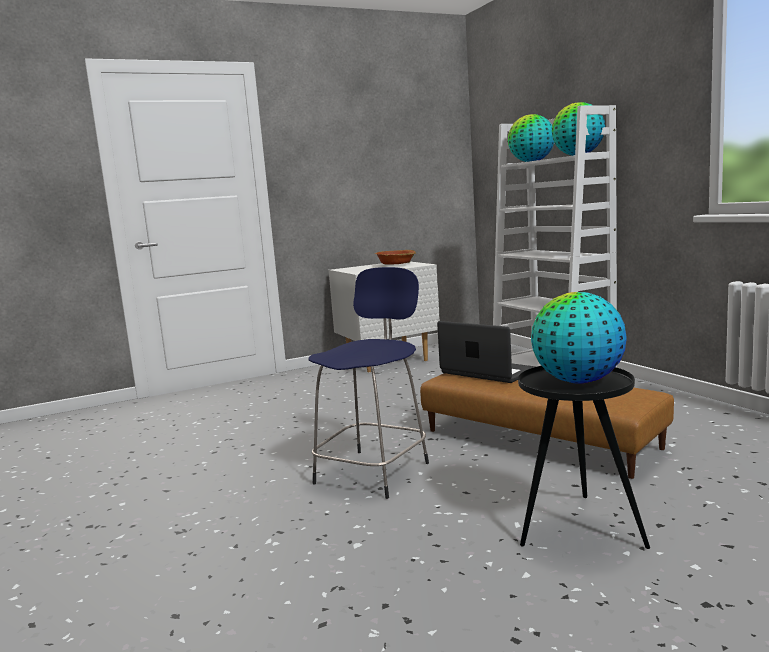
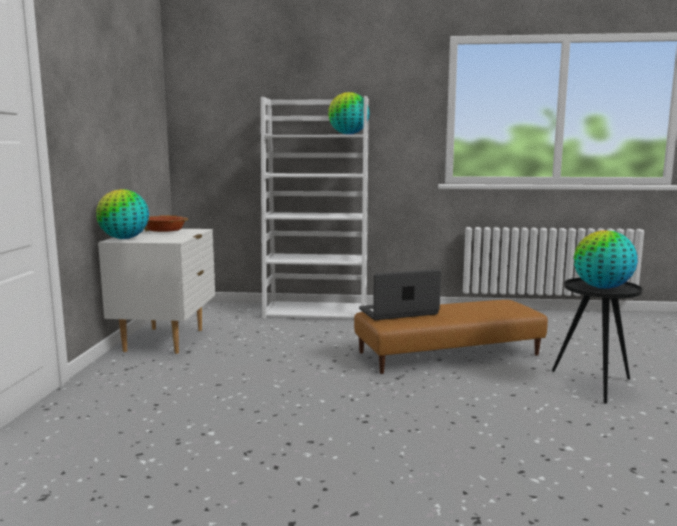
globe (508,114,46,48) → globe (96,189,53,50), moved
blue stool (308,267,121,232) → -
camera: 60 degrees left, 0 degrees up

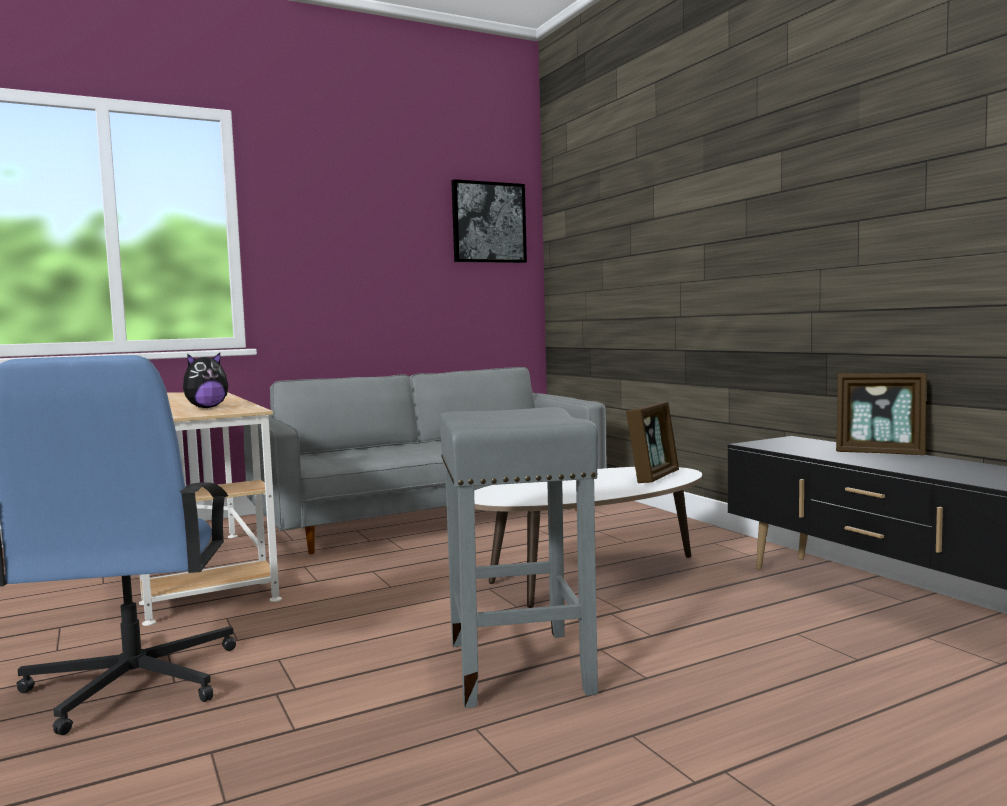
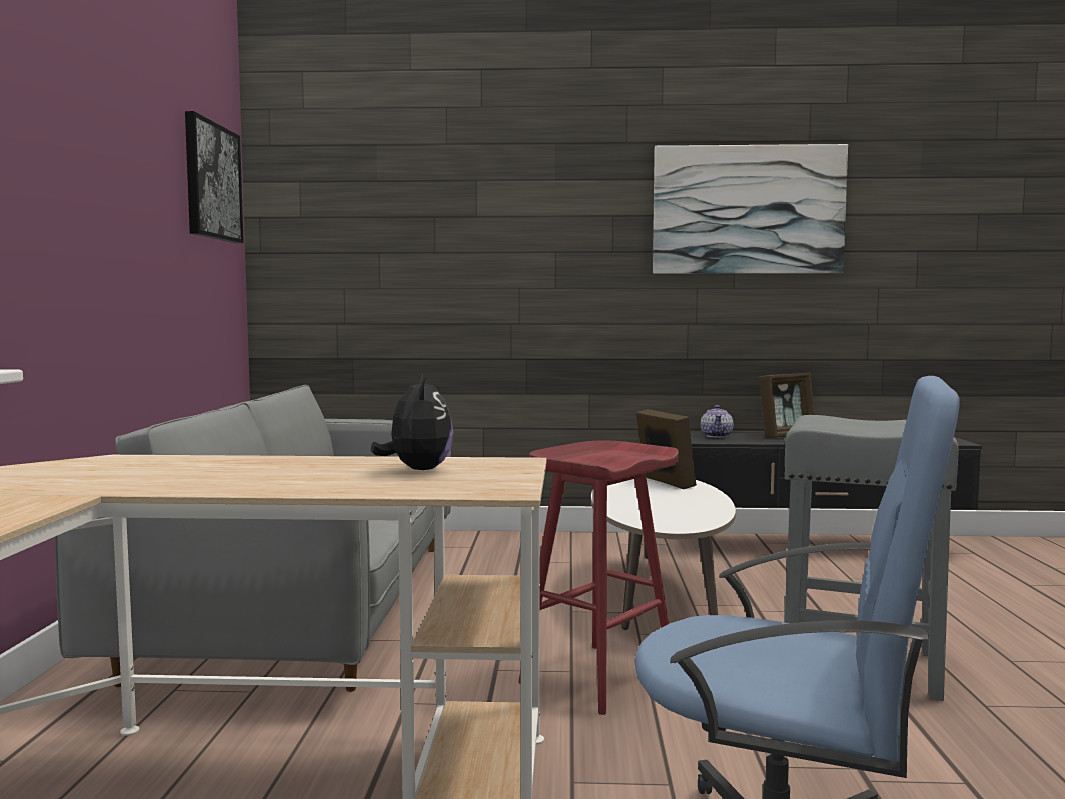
- → picture (653,144,195,130)
- → teapot (701,405,32,33)
- → red stool (518,440,161,275)
camera: 60 degrees left, 0 degrees up

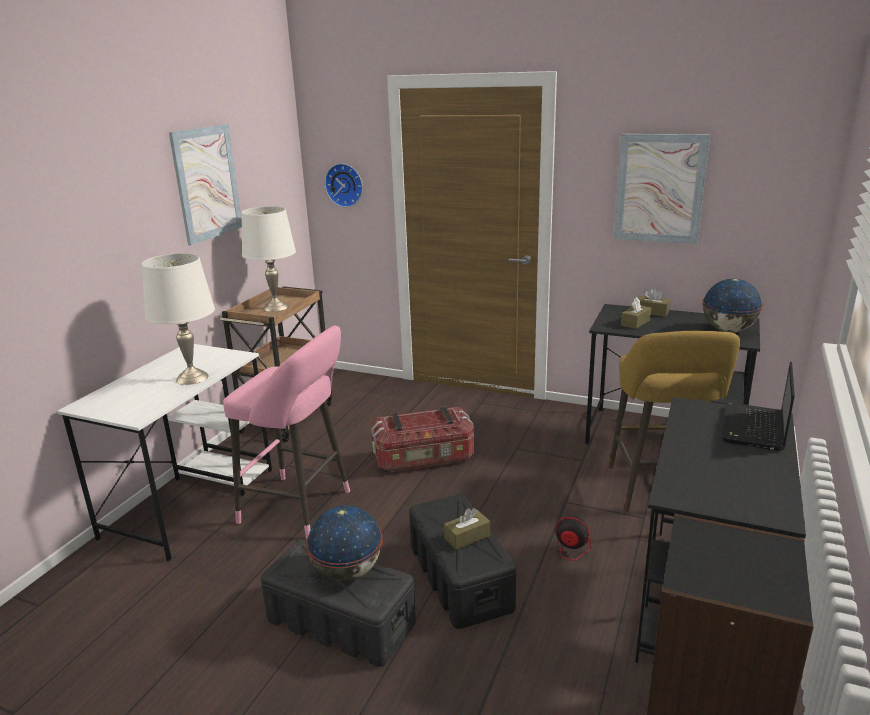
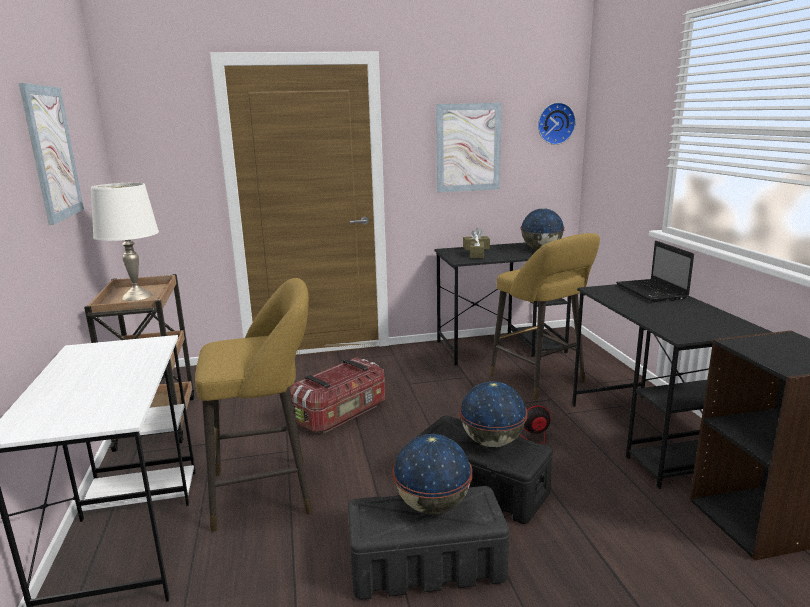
wall clock (325,163,38,44) → wall clock (538,102,38,43), moved
white table lamp (142,253,73,132) → -
pink stool (223,326,127,213) → yellow stool (195,278,117,254)
brown tissue box (444,508,46,42) → globe (459,381,69,66)
camera: 35 degrees left, 5 degrees down

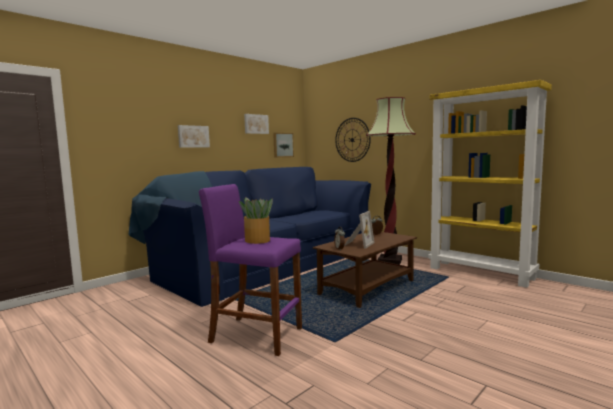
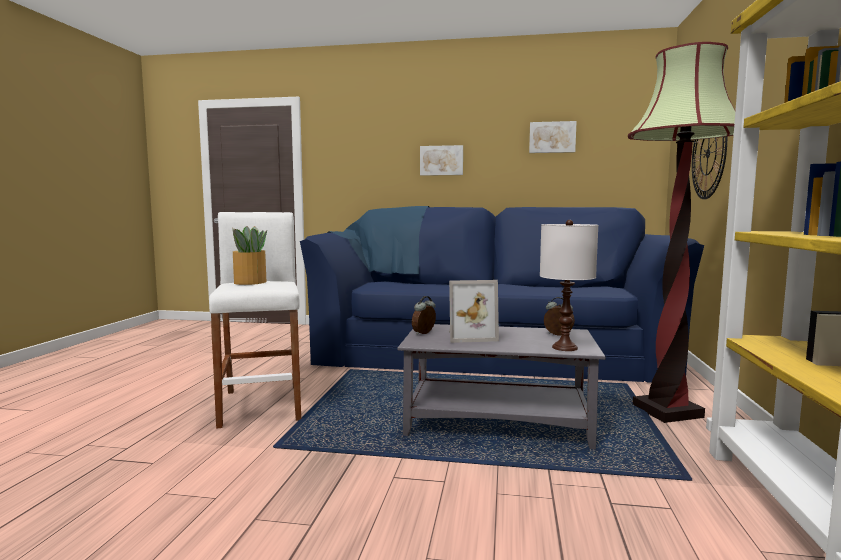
picture (273,133,21,25) → -
purple stool (199,184,103,172) → white stool (209,212,92,217)
brown coffee table (313,232,104,76) → grey coffee table (398,324,208,125)
- → white table lamp (540,220,58,131)
camera: 55 degrees right, 0 degrees up

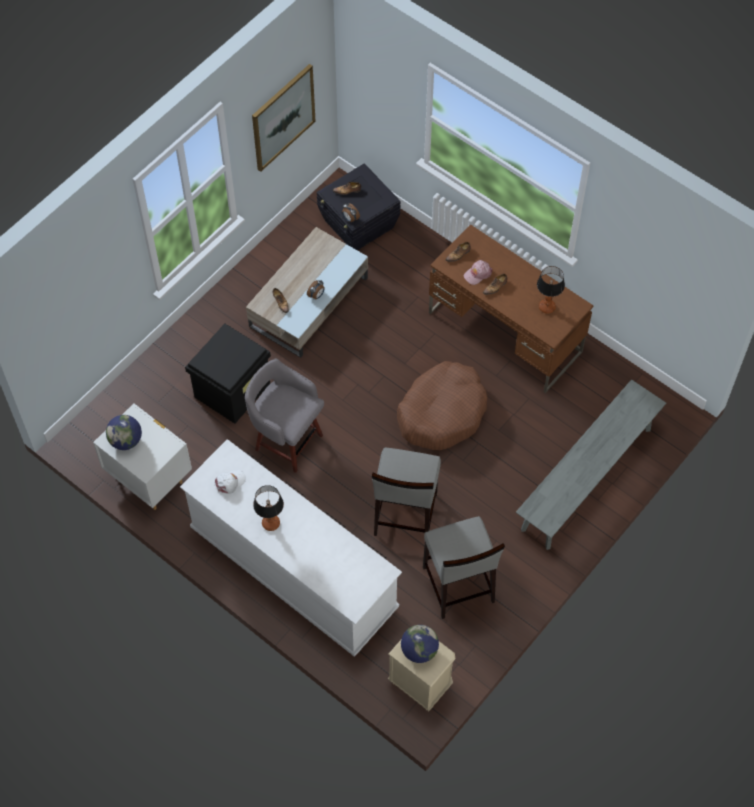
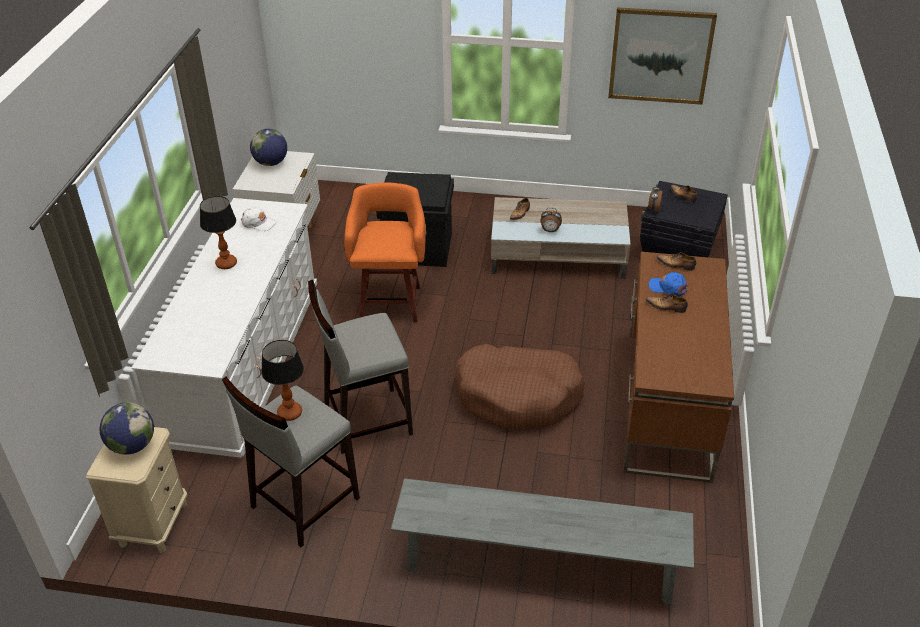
pink cap (464,260,28,25) → blue cap (649,272,39,25)
table lamp (537,266,28,48) → table lamp (261,340,43,81), moved
grey stool (245,359,79,114) → orange stool (344,183,82,139)
camera: 60 degrees right, 20 degrees down

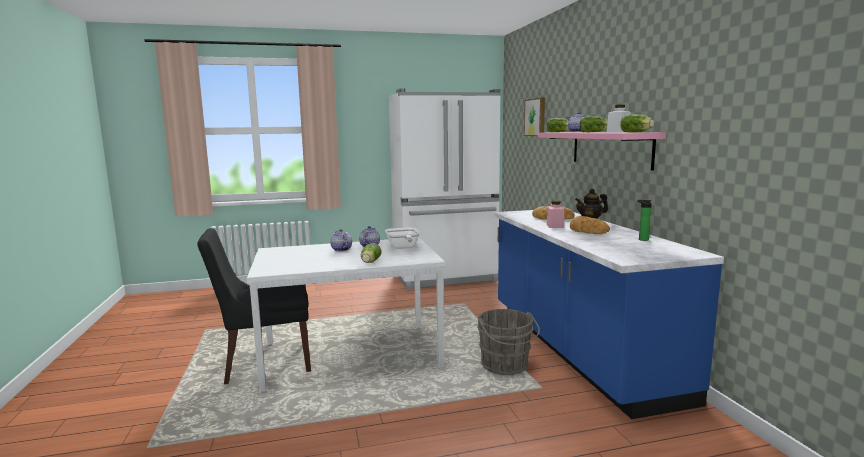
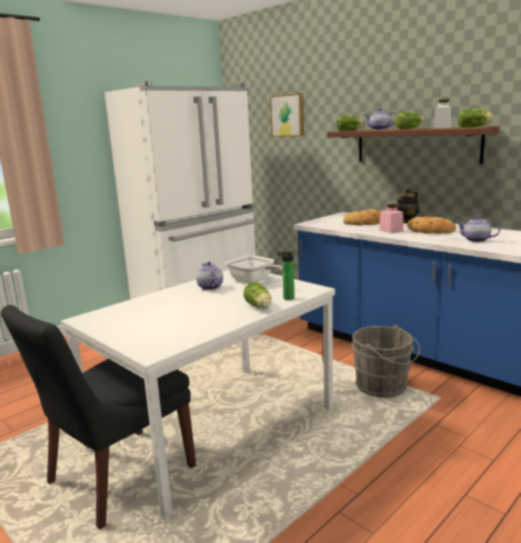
pink shelf (538,132,128,38) → brown shelf (327,126,173,38)
bottle (637,200,15,41) → bottle (277,251,18,49), moved
teapot (330,229,22,22) → teapot (456,216,44,26), moved
camera: 30 degrees left, 5 degrees up

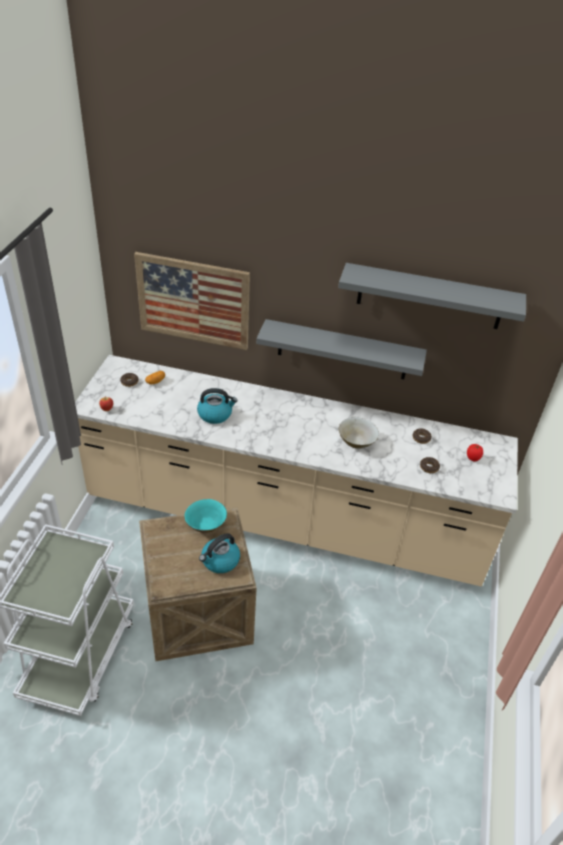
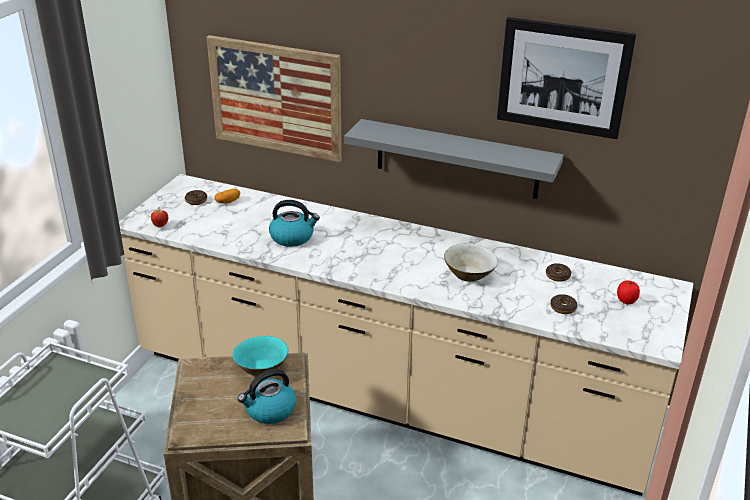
grey shelf (338,263,188,66) → picture (497,17,139,122)
camera: 10 degrees right, 10 degrees down

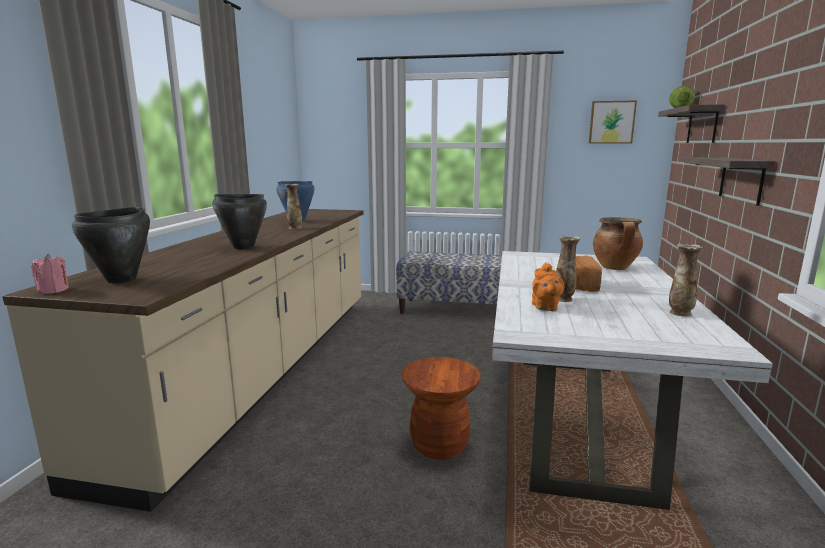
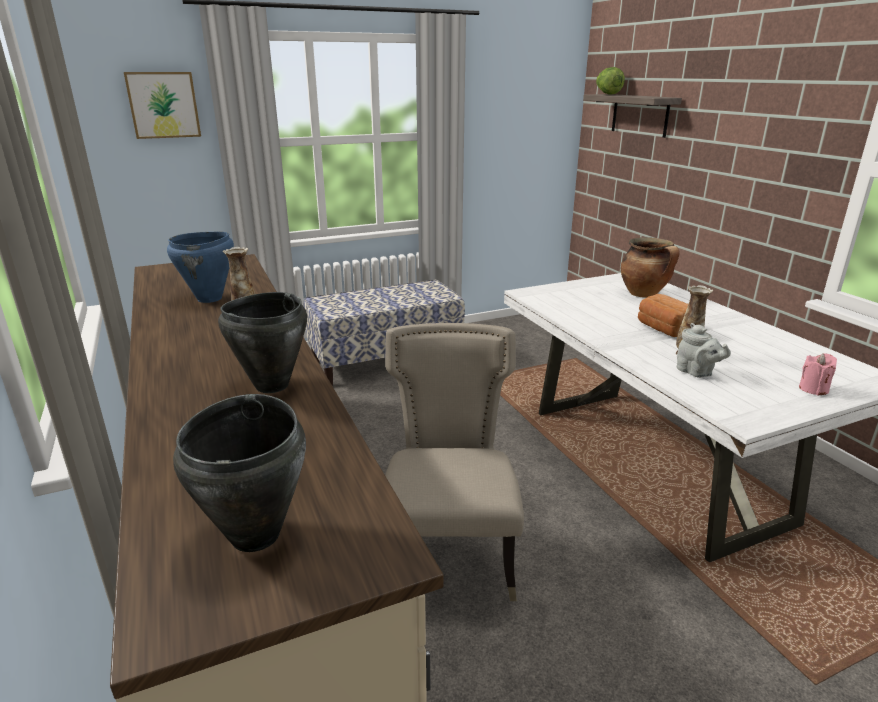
picture (589,100,48,44) → picture (124,72,77,67), moved
shelf (684,157,92,49) → -
vase (669,244,34,73) → -
pink candle (31,253,38,41) → pink candle (799,354,38,42), moved
orange teapot (532,262,32,49) → grey teapot (677,323,54,55)
brown stool (401,357,80,103) → -
- → beige chair (385,323,139,278)
camera: 35 degrees left, 10 degrees up

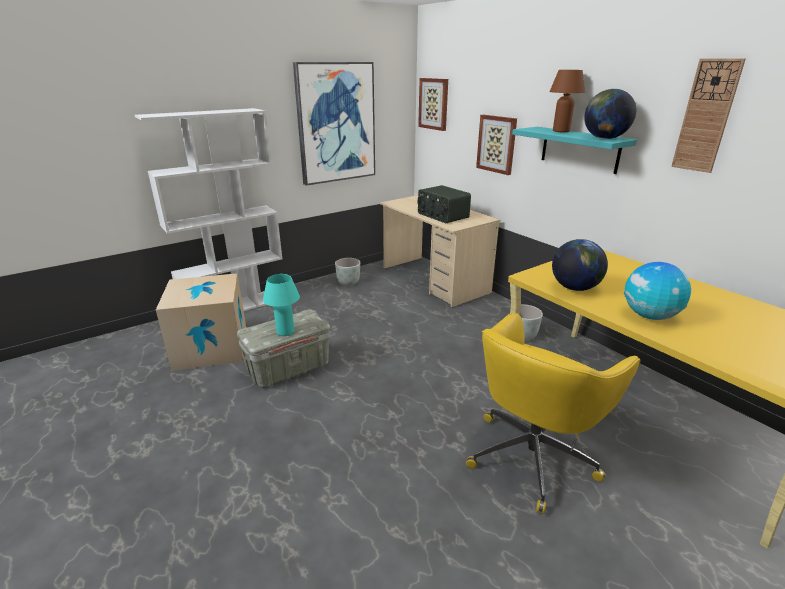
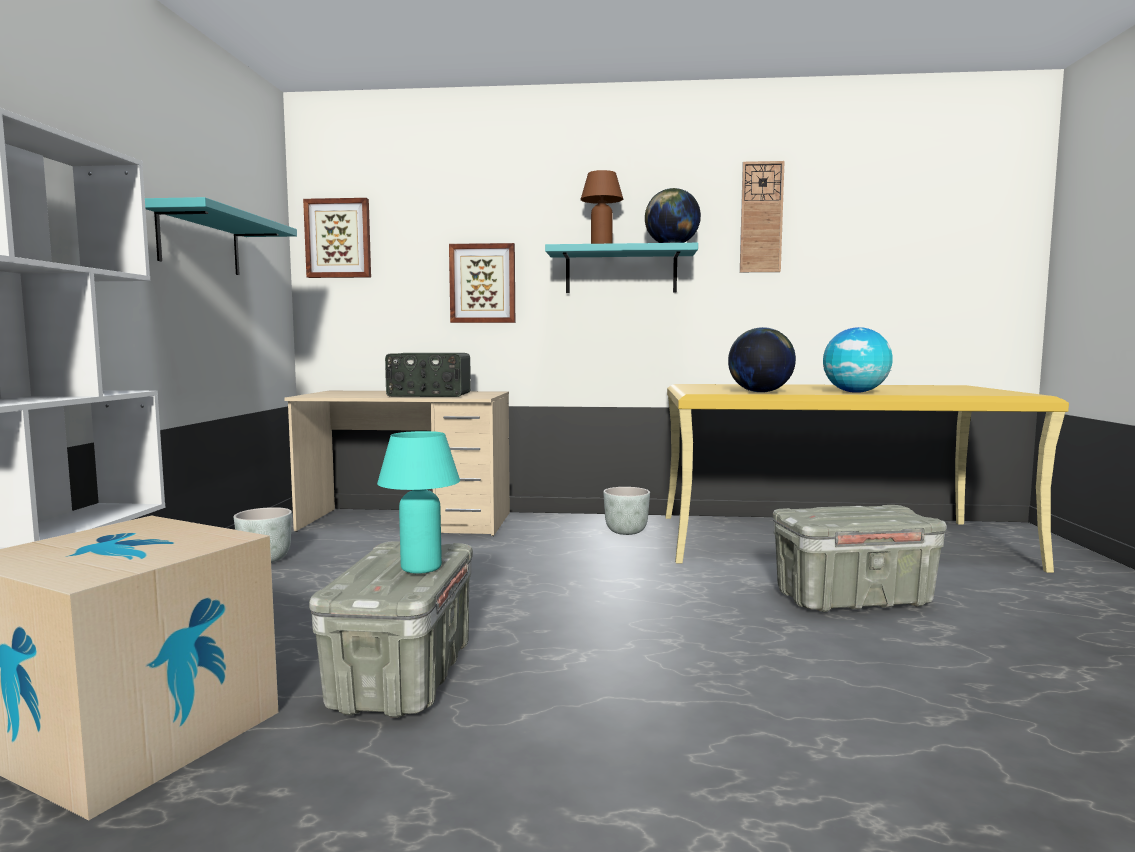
picture (293,62,82,124) → turquoise shelf (145,197,152,78)
yellow office chair (466,313,175,201) → grey storage box (773,505,174,107)
camera: 50 degrees left, 20 degrees down

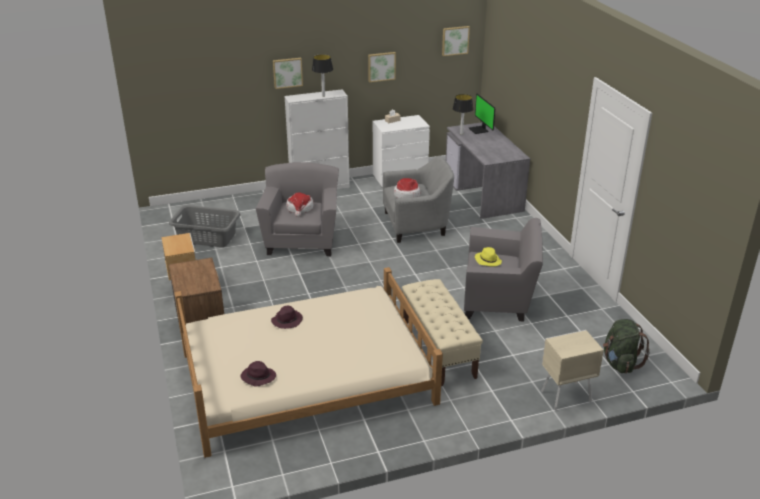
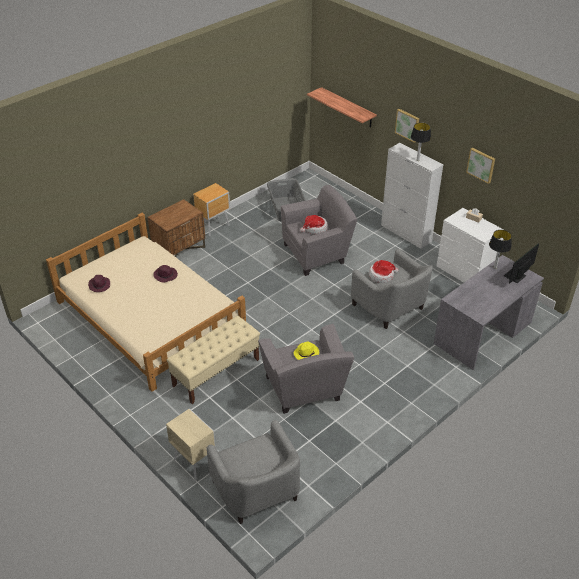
picture (442,26,28,30) → -
green backpack (603,319,47,54) → grey armchair (206,420,94,104)
- → shelf (307,87,70,41)
camera: 65 degrees right, 10 degrees up

